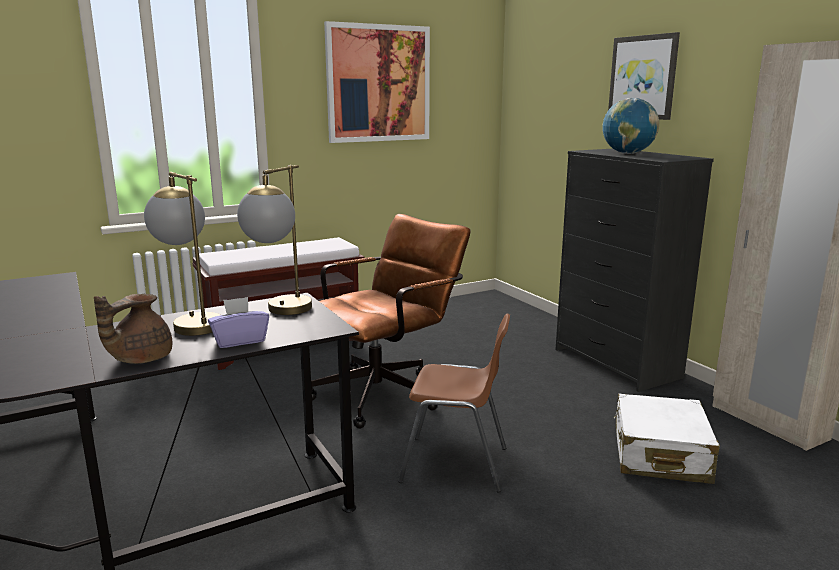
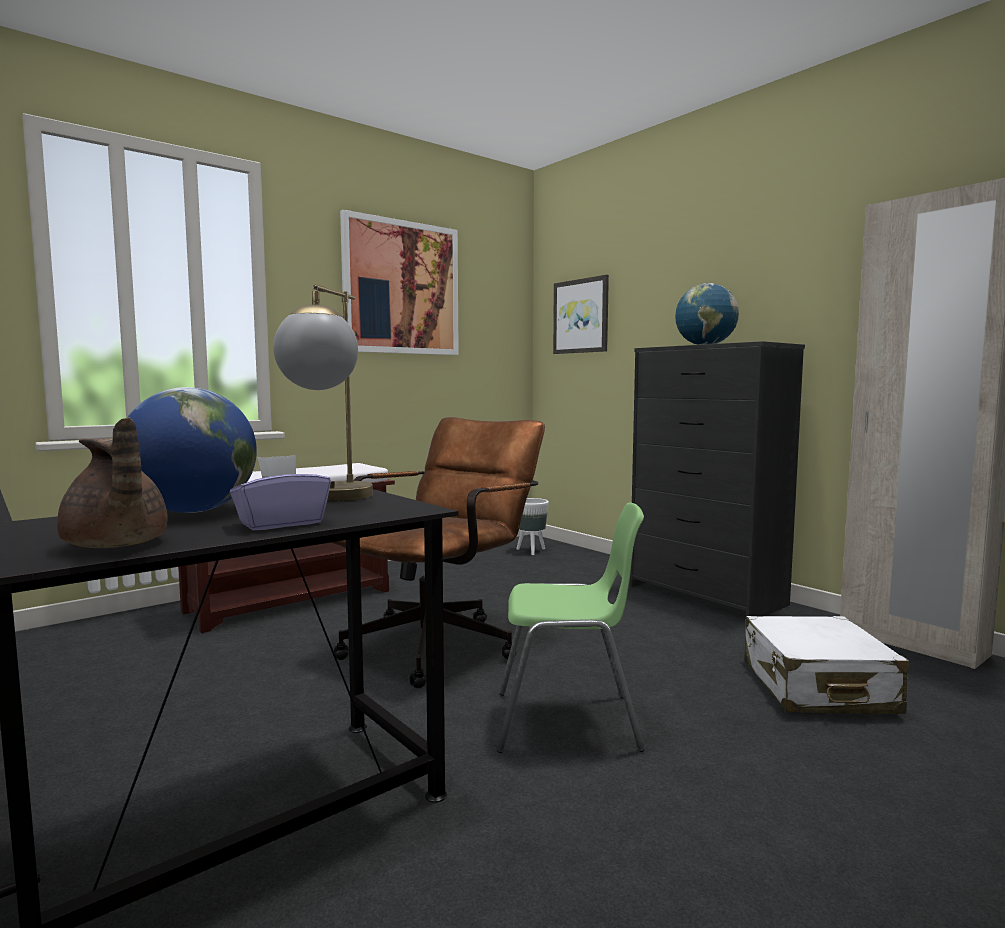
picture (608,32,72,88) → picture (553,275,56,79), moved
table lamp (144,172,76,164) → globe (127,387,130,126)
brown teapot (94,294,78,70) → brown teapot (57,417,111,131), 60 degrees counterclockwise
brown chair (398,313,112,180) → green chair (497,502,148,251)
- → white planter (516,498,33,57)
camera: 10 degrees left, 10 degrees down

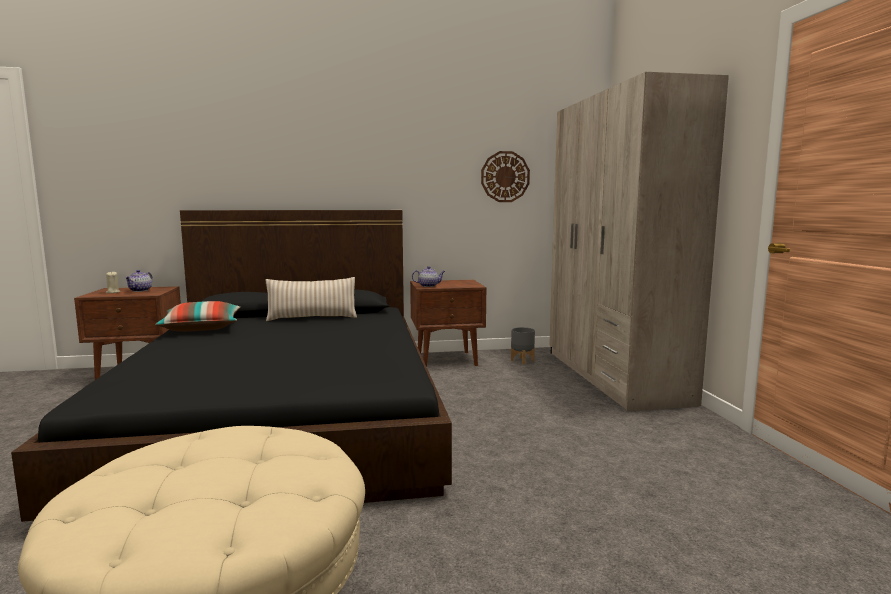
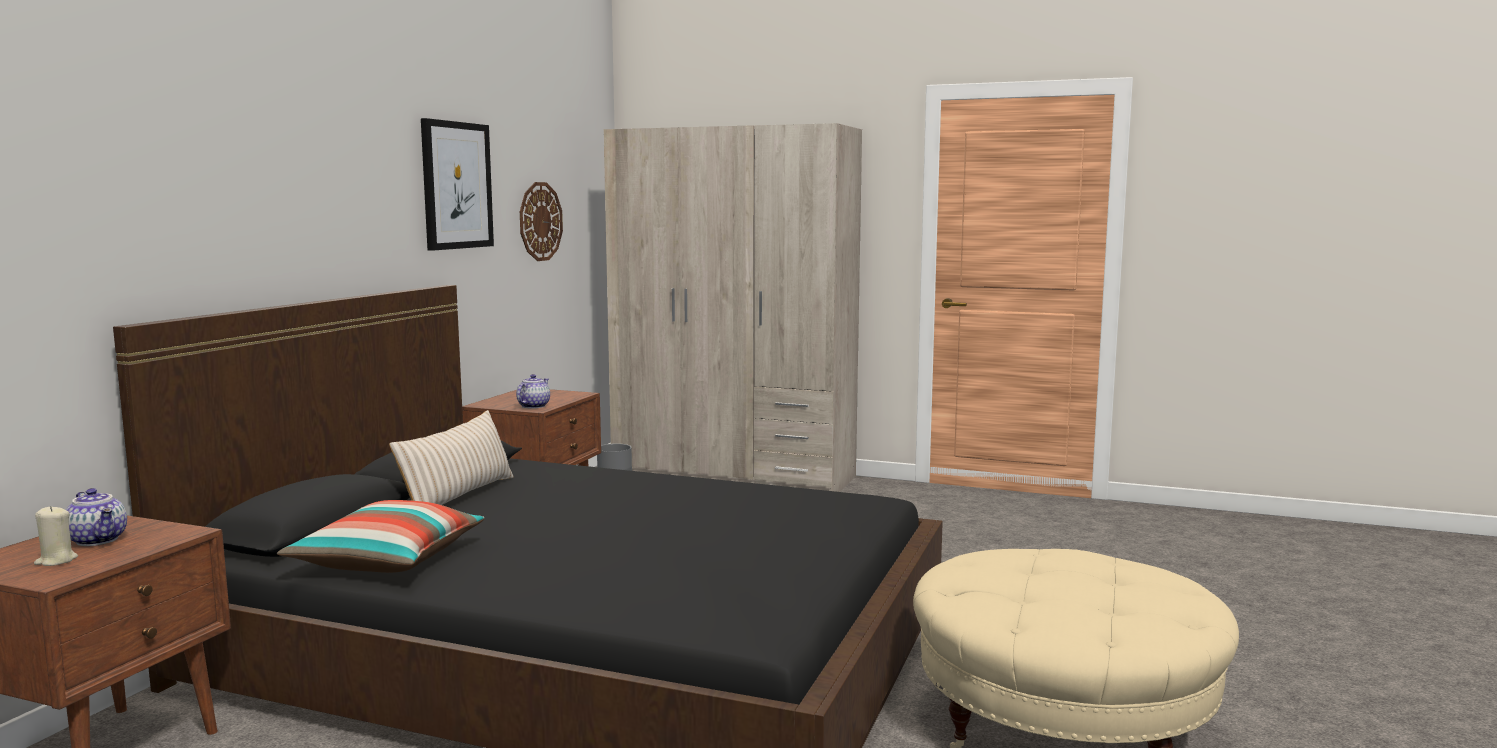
- → picture (421,118,73,133)
camera: 60 degrees left, 0 degrees up

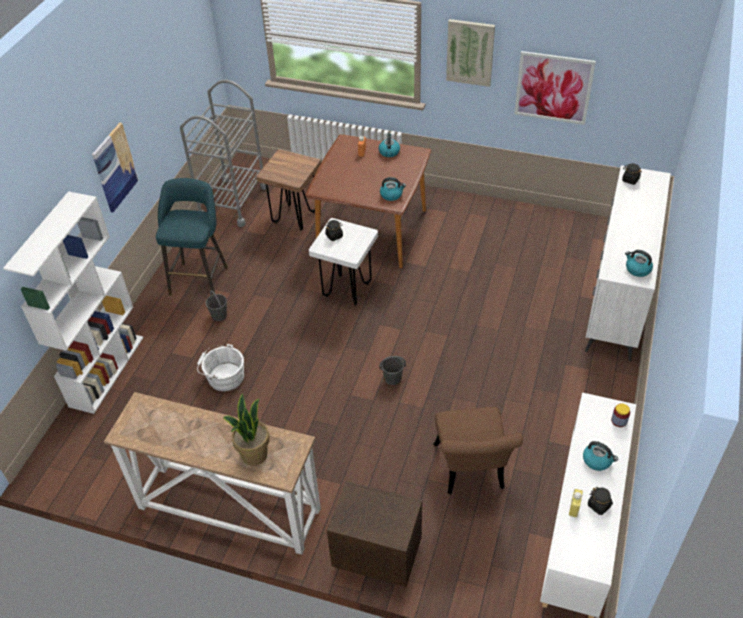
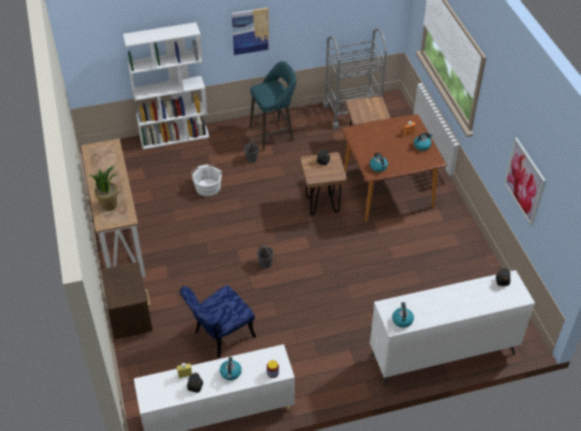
picture (446,19,49,68) → -
white stool (309,218,69,87) → brown stool (300,152,47,64)
brown chair (434,407,89,88) → blue chair (180,285,76,73)
camera: 55 degrees right, 0 degrees up

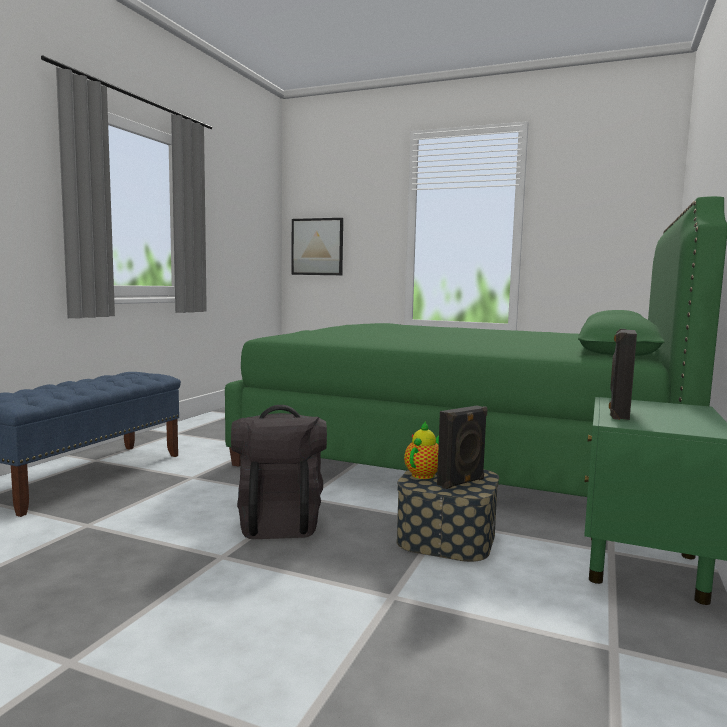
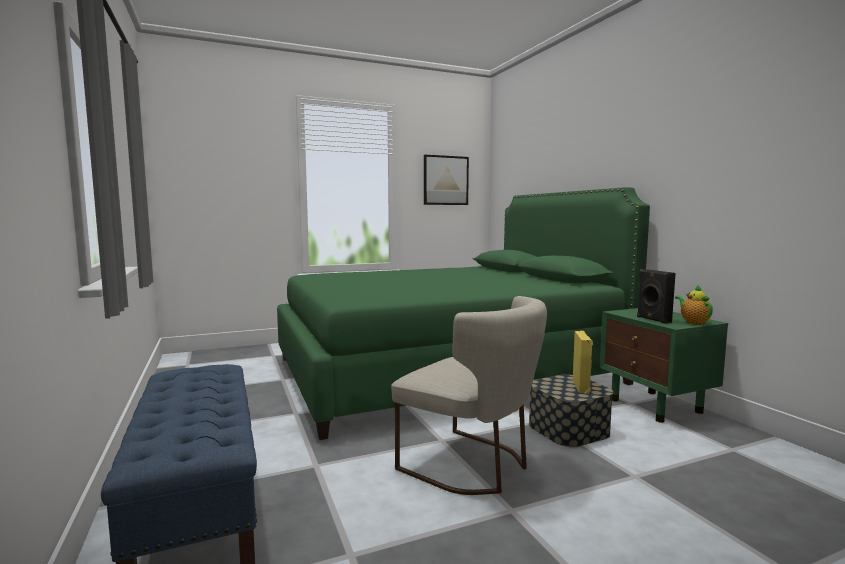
picture (291,218,52,57) → picture (424,155,45,50), moved
black backpack (231,405,96,134) → beige chair (391,296,156,199)
black speaker (437,405,50,84) → yellow speaker (573,331,20,63)
teapot (404,421,35,58) → teapot (675,285,38,40), moved
camera: 45 degrees left, 0 degrees up

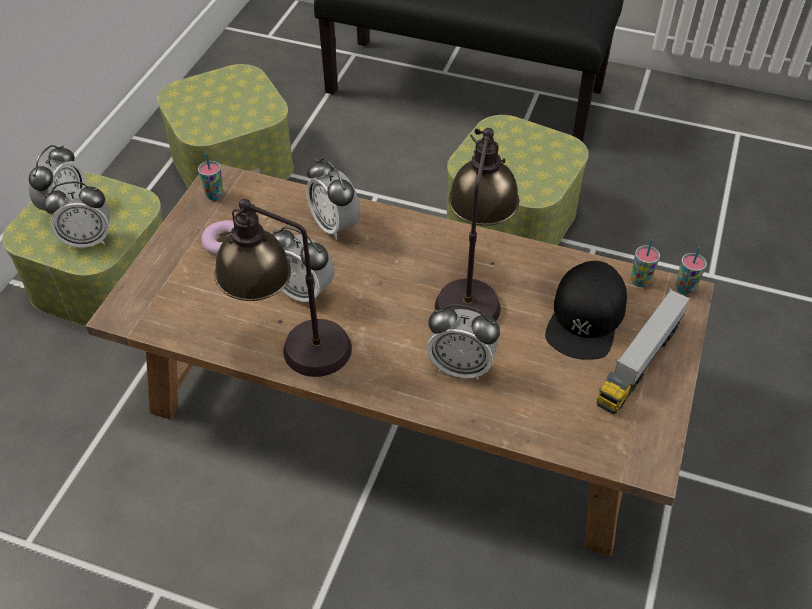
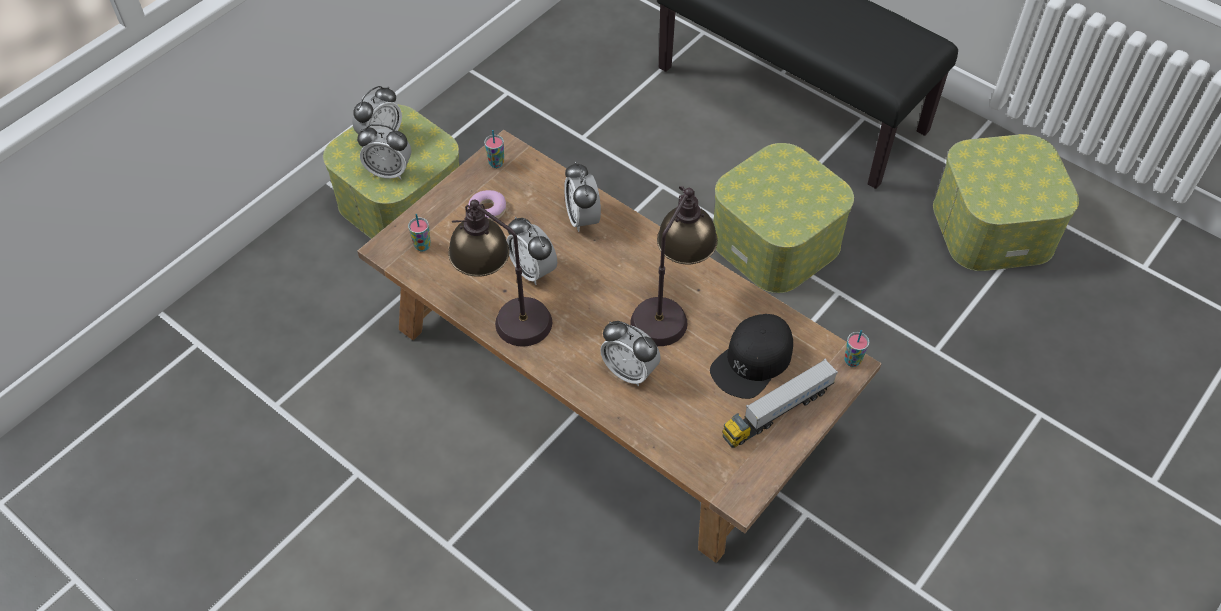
storage box (157,64,137,124) → storage box (933,134,146,137), moved
cup (631,239,29,48) → cup (408,214,23,38), moved
camera: 20 degrees right, 5 degrees up

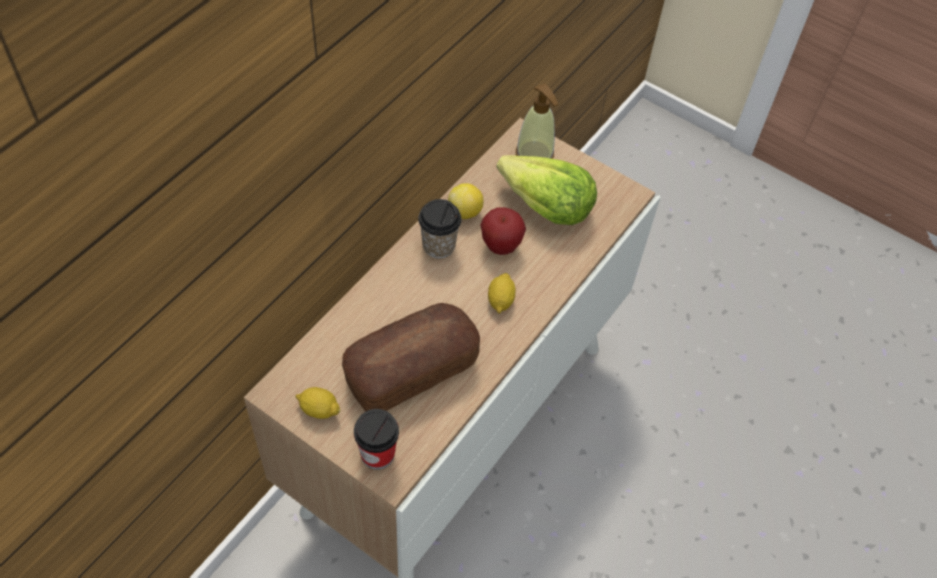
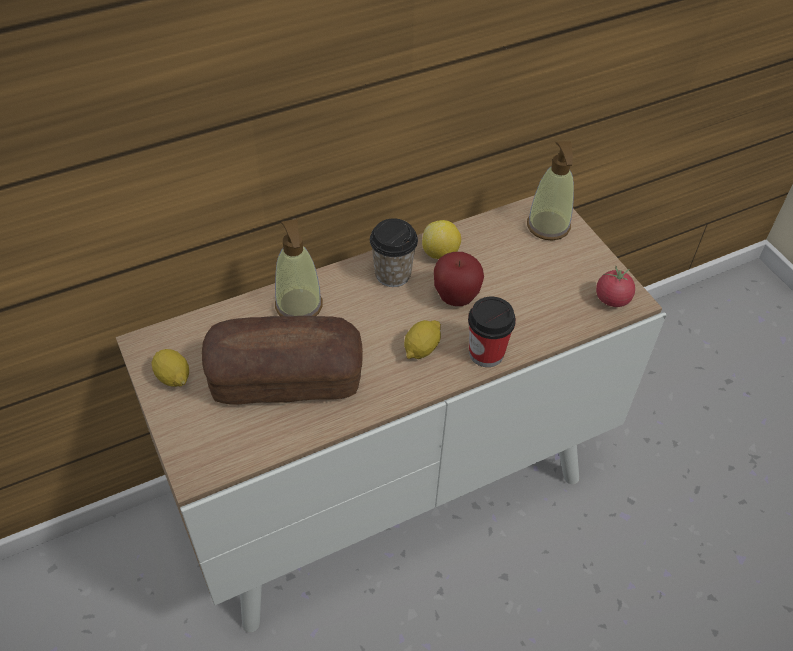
lettuce (496,155,101,70) → -
cup (354,409,45,61) → cup (468,297,48,70), moved
- → soap dispenser (275,219,48,97)
- → tomato (596,266,39,41)
camera: 30 degrees right, 5 degrees down

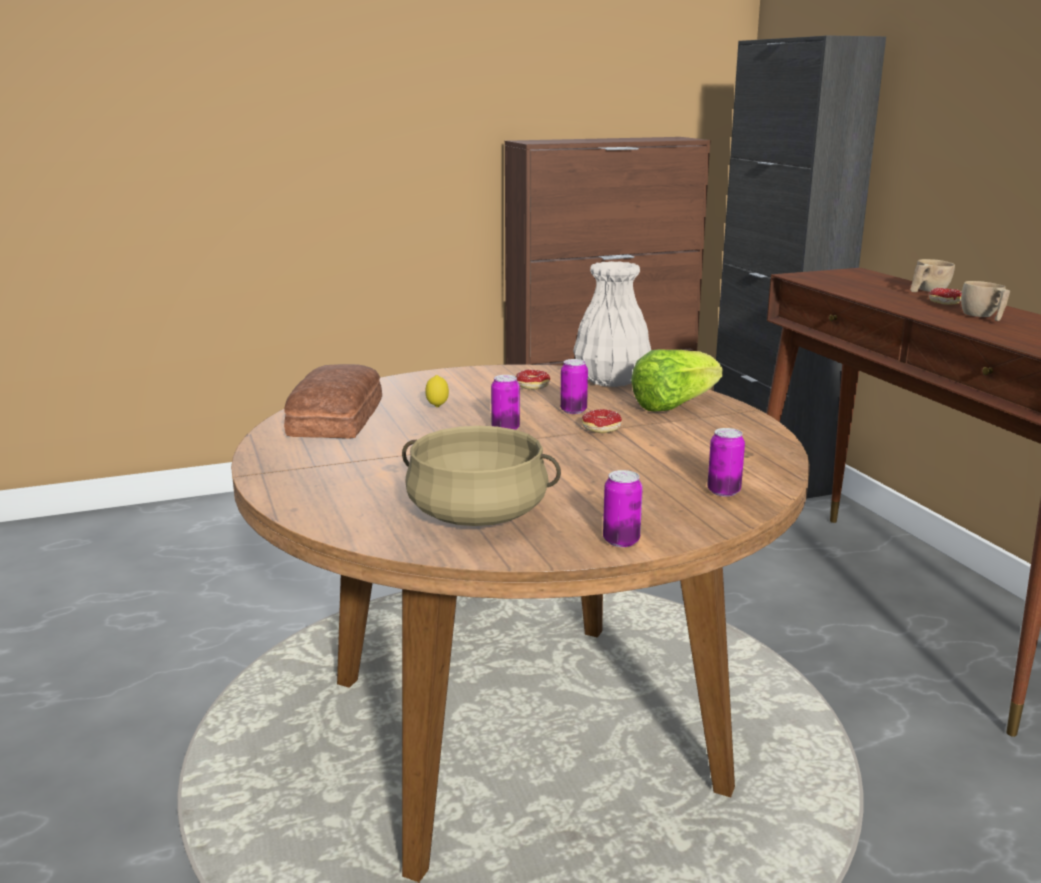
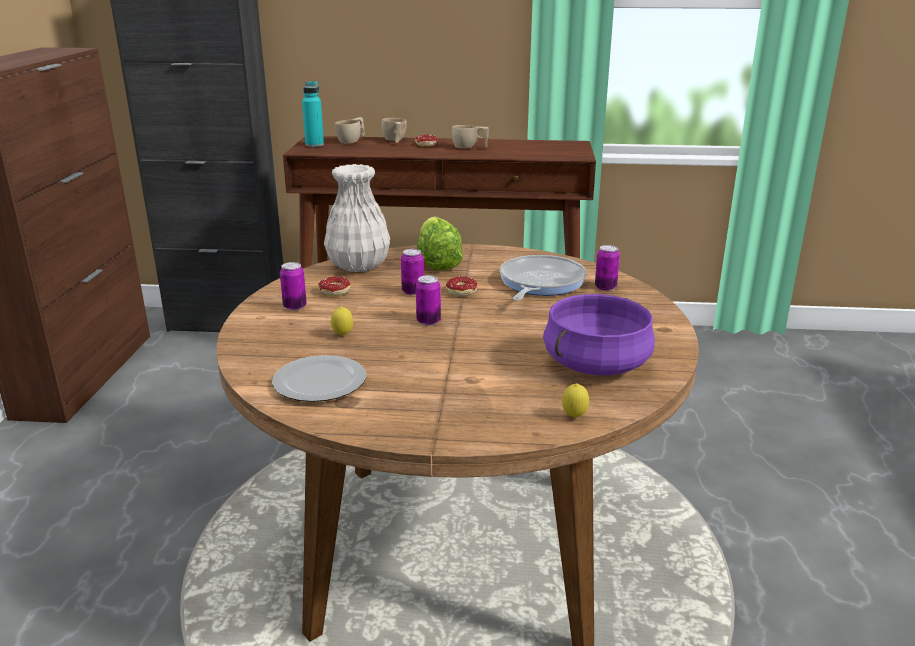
bread (284,364,98,75) → plate (272,355,94,47)
beige cooking pot (402,426,159,100) → purple cooking pot (543,294,112,82)
can (603,470,40,77) → can (280,262,27,49), moved
- → turquoise bottle (302,81,22,66)
- → beige cup (335,117,30,27)
- → frying pan (500,255,87,46)
- → lemon (562,383,27,35)
camera: 65 degrees left, 5 degrees up

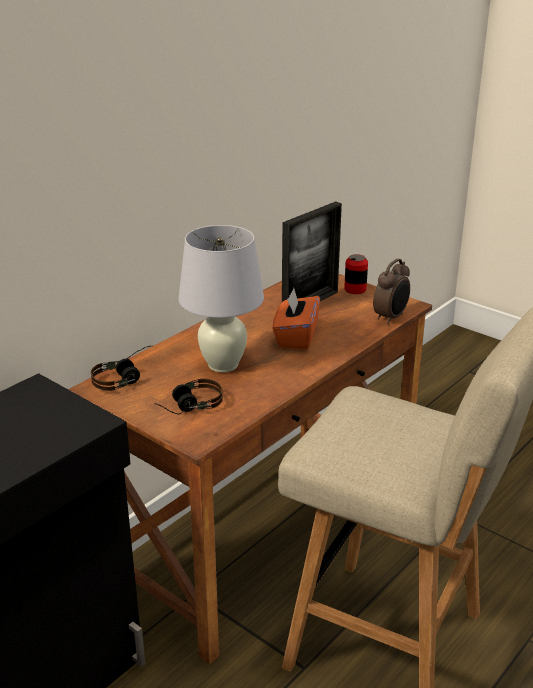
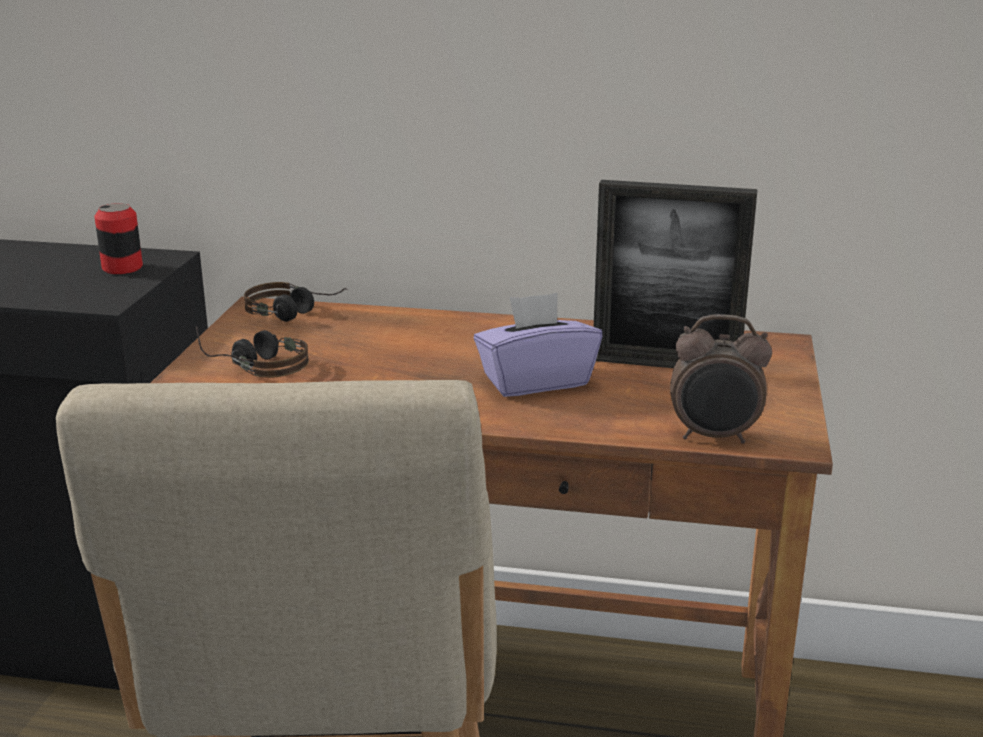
white table lamp (178,225,86,148) → -
can (344,254,24,40) → can (94,203,49,71), moved
orange tissue box (272,288,48,62) → purple tissue box (474,293,129,104)
camera: 60 degrees right, 5 degrees down

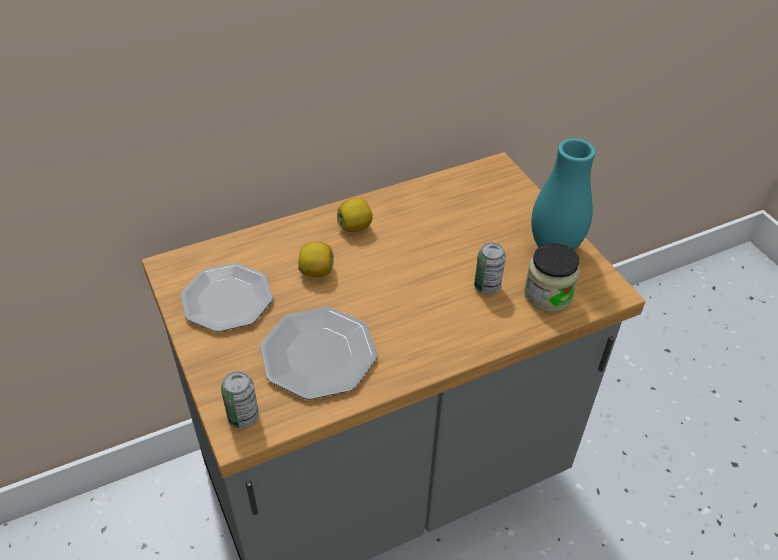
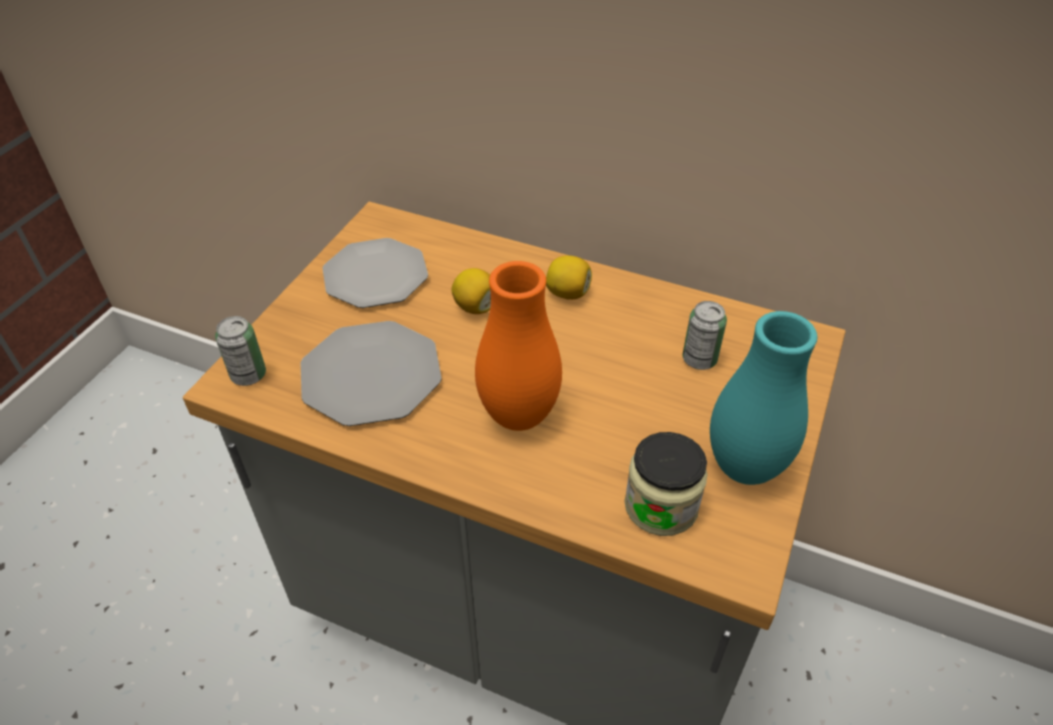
can (474,243,32,52) → can (682,301,45,69), moved
- → orange vase (475,261,87,170)
camera: 50 degrees right, 0 degrees up

